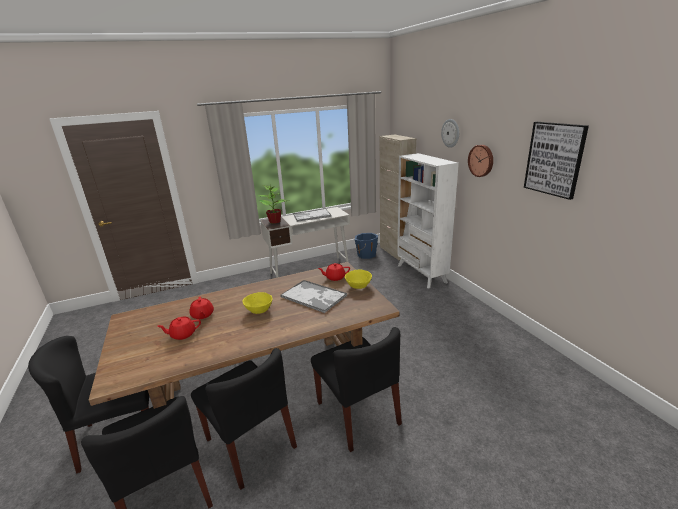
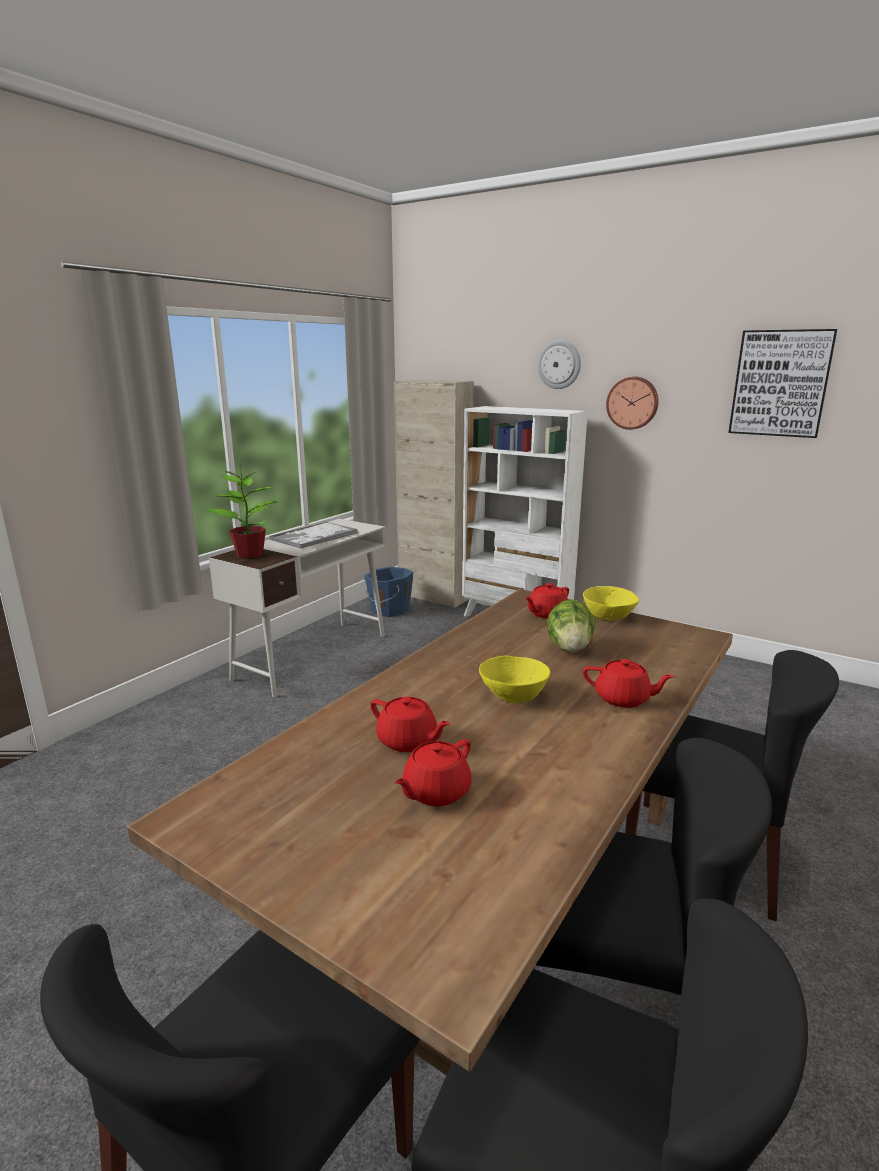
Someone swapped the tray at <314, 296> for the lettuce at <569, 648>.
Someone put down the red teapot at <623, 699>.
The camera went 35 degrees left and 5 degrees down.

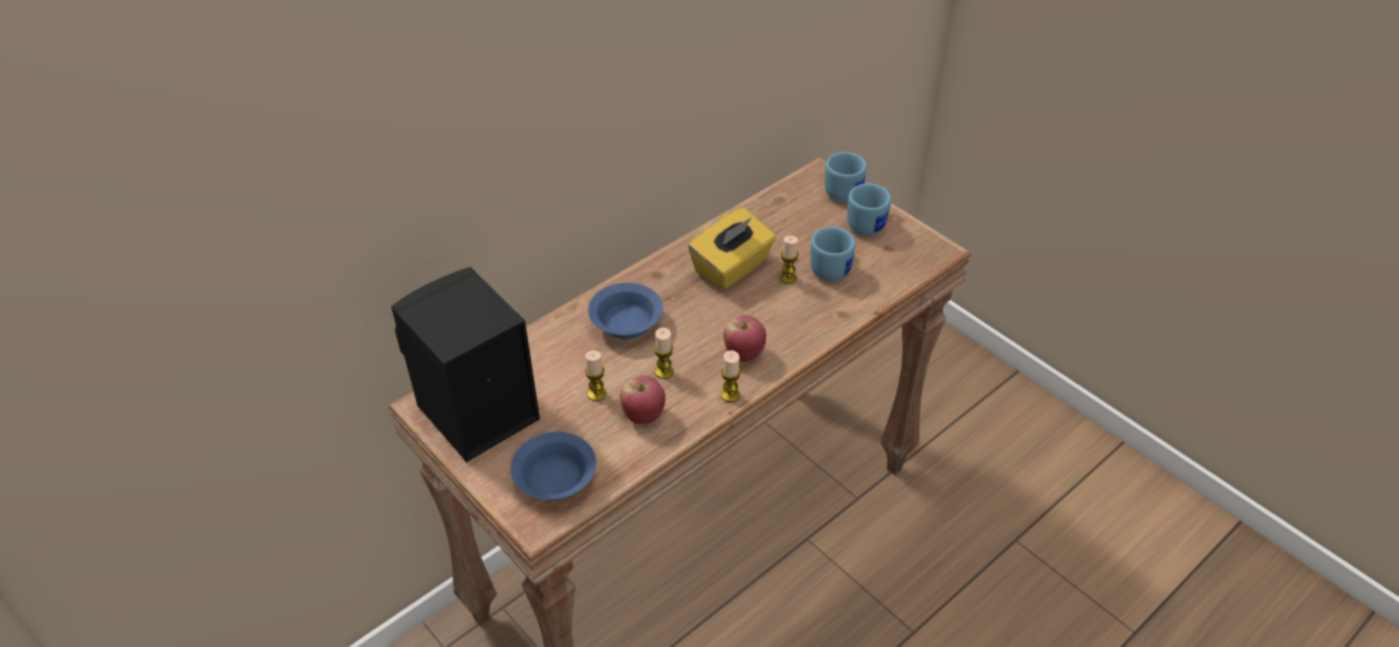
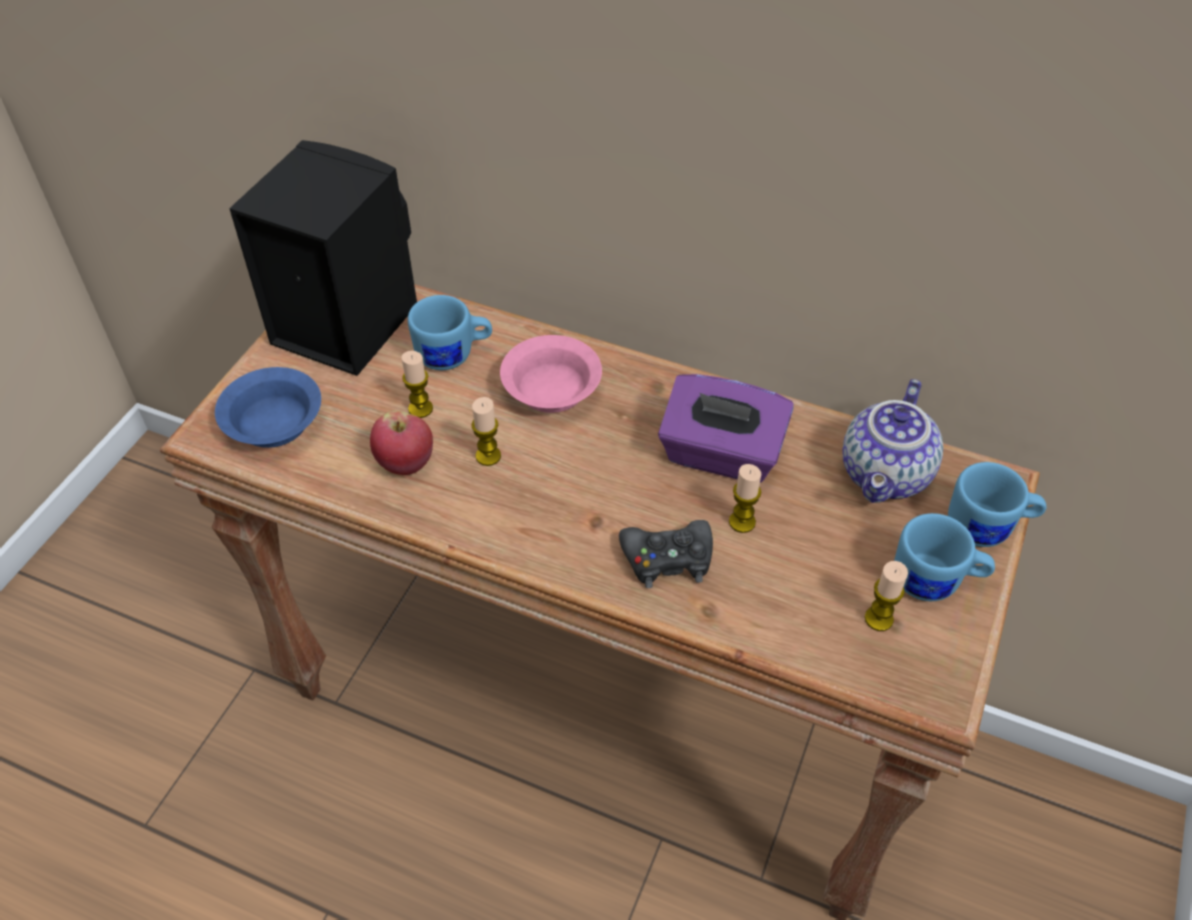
Someone repainted the blue bowl at <625, 323>, which became the pink bowl at <552, 389>.
Someone repainted the yellow tissue box at <732, 267>, which became the purple tissue box at <720, 455>.
Someone carried the candle from <730, 395> to <878, 619>.
Someone took away the apple at <744, 354>.
Someone carried the blue mug from <832, 266> to <454, 355>.
Someone put down the black game controller at <668, 559>.
Someone put down the teapot at <887, 476>.
The camera went 65 degrees right and 5 degrees up.

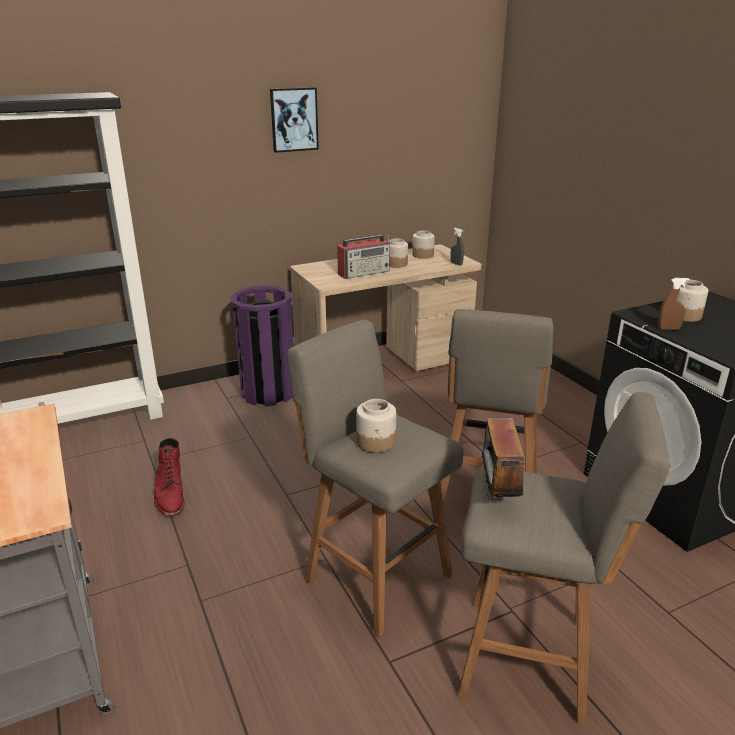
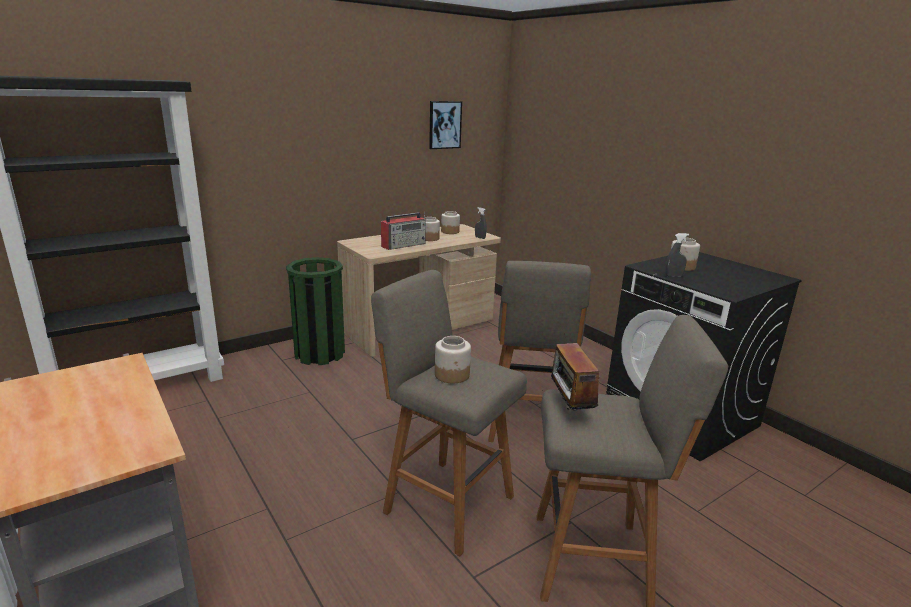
Someone took away the red boot at <170, 495>.
Someone repainted the purple trash can at <268, 392>, which became the green trash can at <319, 354>.
Someone carried the picture from <294, 119> to <444, 125>.
Someone repainted the brown spray bottle at <668, 329>, which became the grey spray bottle at <673, 276>.
The camera went 10 degrees left and 5 degrees down.

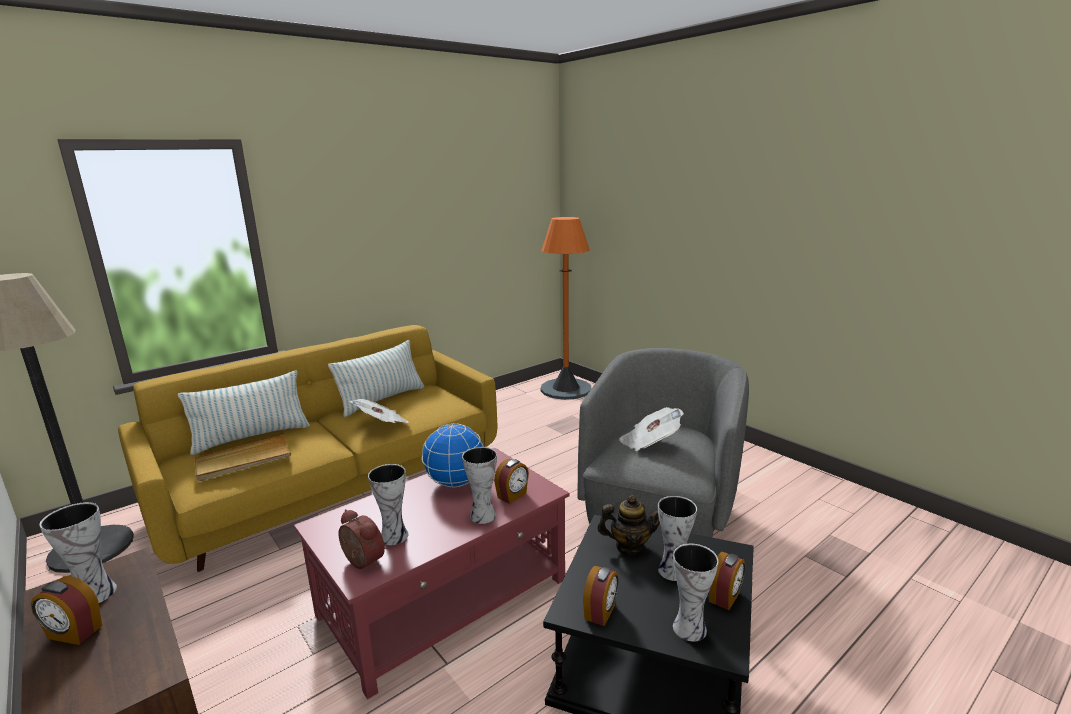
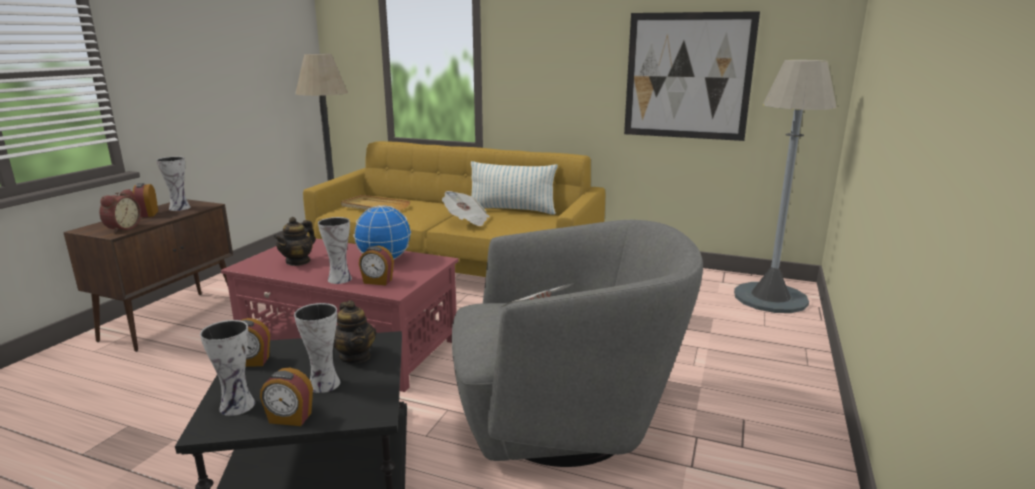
Someone took away the pillow at <252, 437>.
Someone carried the alarm clock from <361, 562> to <122, 228>.
Someone swapped the vase at <394, 535> for the teapot at <298, 261>.
Someone repainted the orange floor lamp at <565, 389>, which became the grey floor lamp at <770, 298>.
Someone put up the picture at <687, 76>.
The camera went 60 degrees right and 0 degrees up.

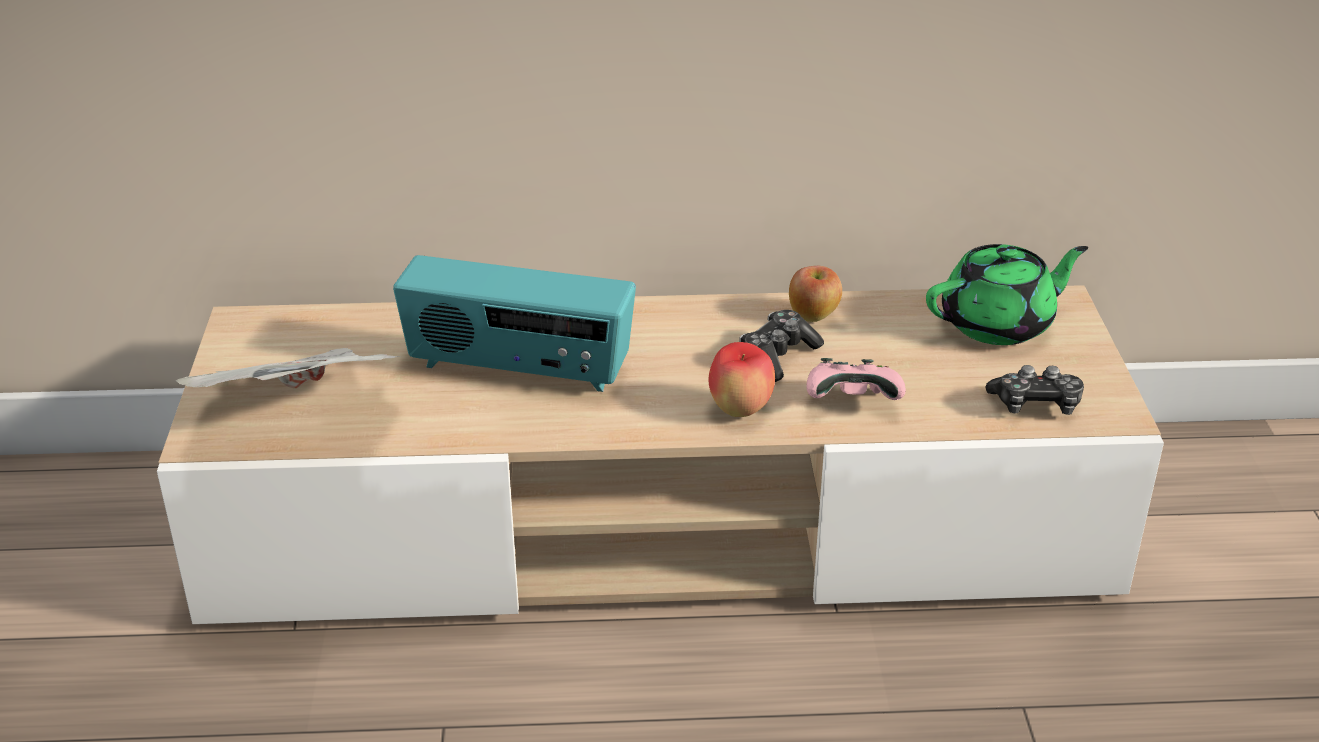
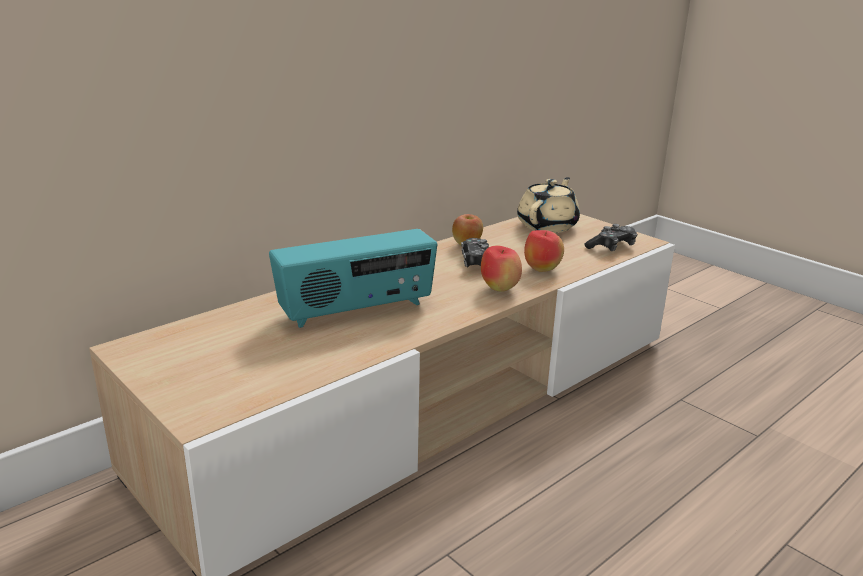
Someone took away the newspaper at <303, 414>.
Someone swapped the pink game controller at <852, 402> for the apple at <541, 269>.
Someone repainted the green teapot at <999, 324>, which became the beige teapot at <548, 226>.
The camera went 40 degrees left and 10 degrees down.

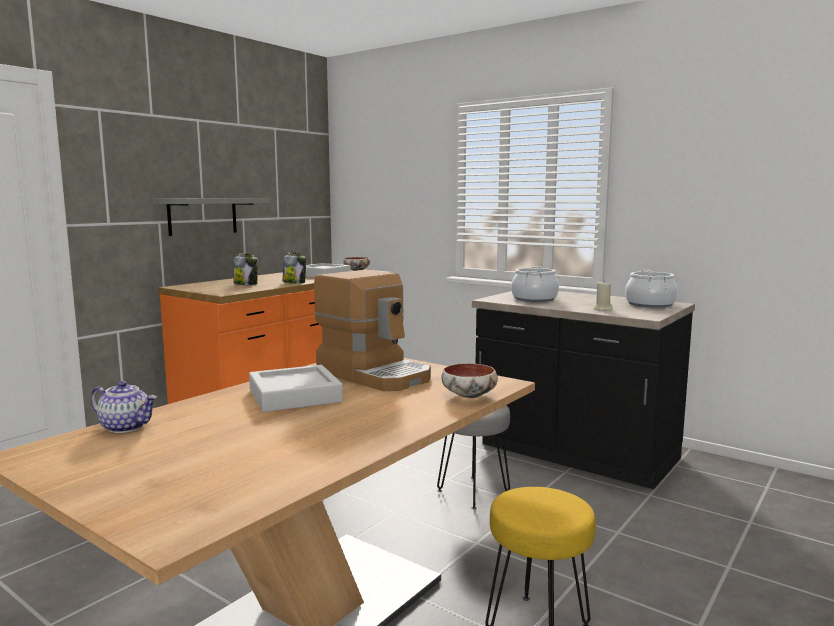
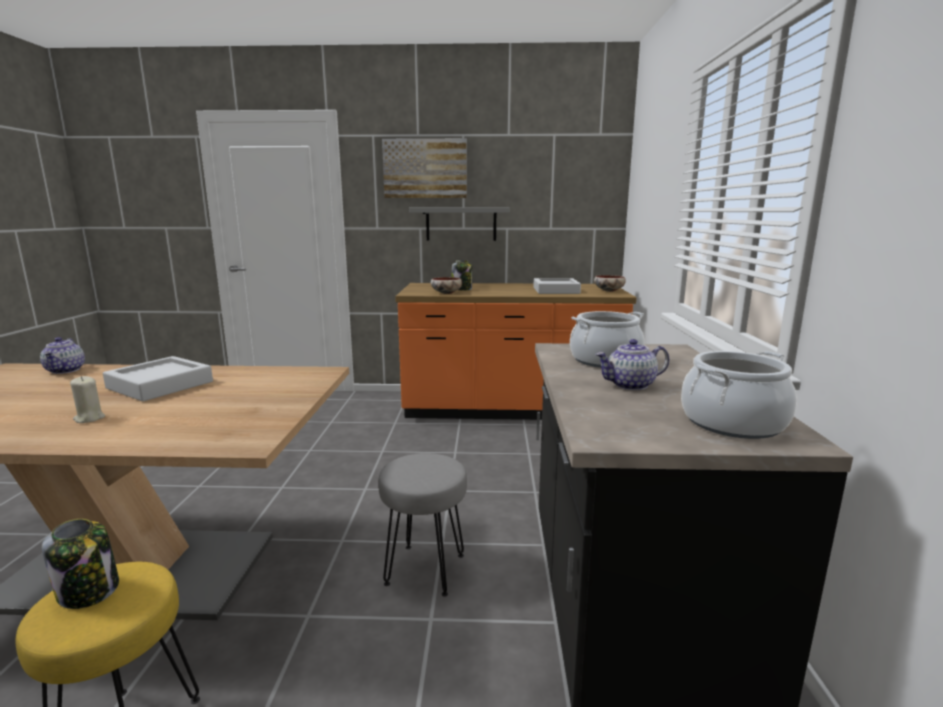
Someone carried the jar from <294, 282> to <89, 591>.
Someone took away the coffee machine at <375, 374>.
Someone carried the bowl from <469, 396> to <446, 293>.
Someone carried the beige candle from <602, 309> to <89, 418>.
Someone put up the picture at <425, 169>.
Someone put down the teapot at <630, 385>.
The camera went 55 degrees right and 5 degrees up.

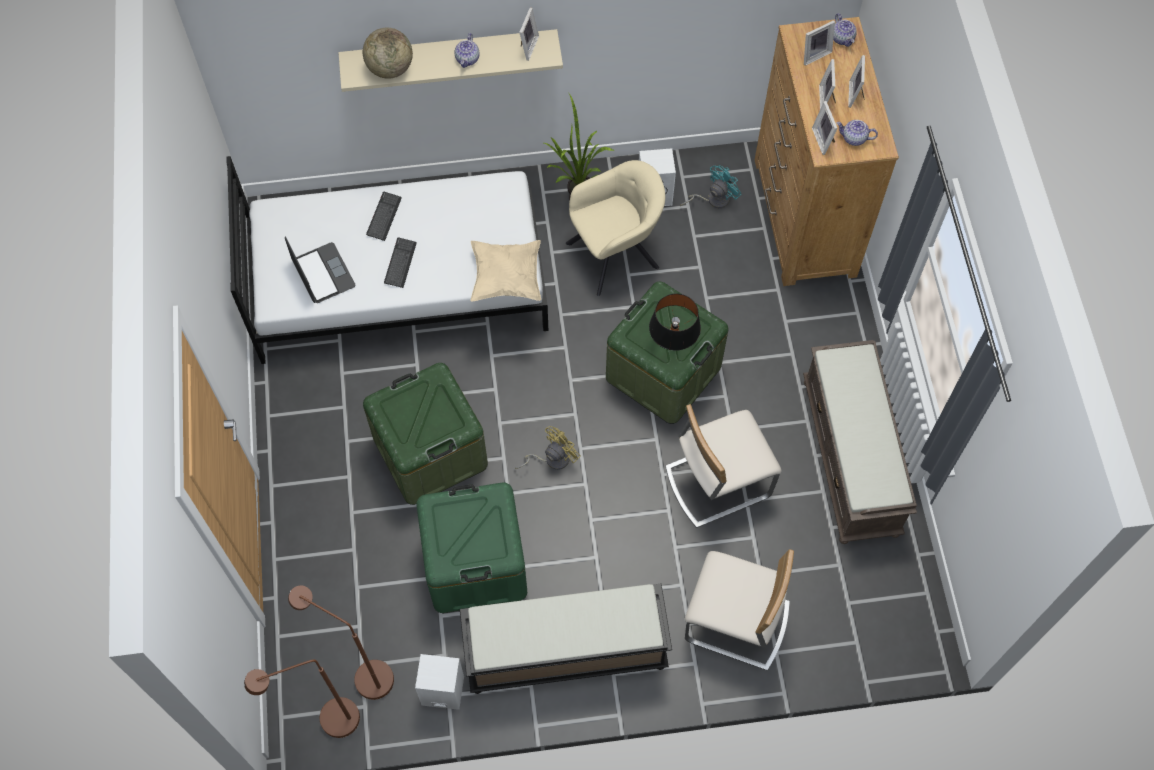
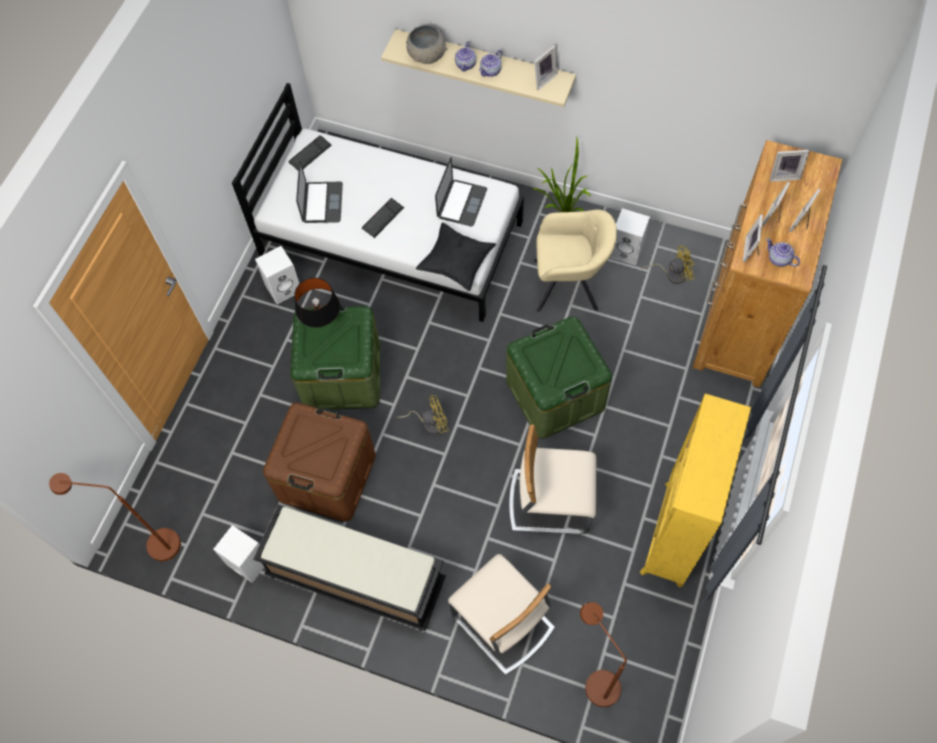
Someone carried the brown floor lamp from <364, 676> to <595, 680>.
Someone swapped the globe at <390, 68> for the grey bowl at <426, 56>.
Someone carried the keyboard from <384, 217> to <310, 154>.
Someone repainted the green storage box at <475, 563>, which became the brown storage box at <327, 476>.
Someone repainted the beige pillow at <506, 278>, which became the black pillow at <456, 264>.
Someone carried the black table lamp from <672, 343> to <321, 322>.
Someone repainted the turquoise fan at <713, 199>, which became the yellow fan at <672, 274>.
Someone swapped the brown bench at <851, 458> for the yellow bookcase at <673, 534>.
Someone carried the teapot from <842, 38> to <466, 64>.
Someone put down the white speaker at <284, 287>.
Someone put down the laptop at <461, 203>.
The camera went 30 degrees right and 0 degrees up.

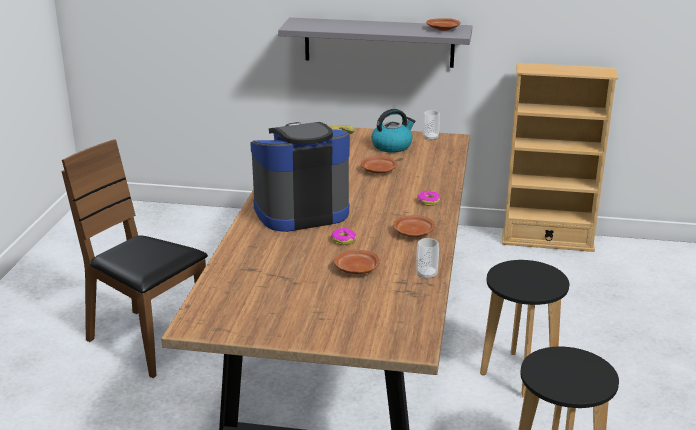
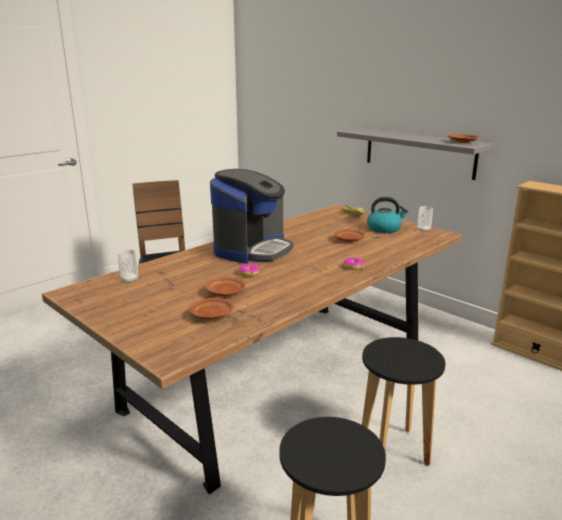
Someone rotated the coffee machine at <301, 211> by 105 degrees clockwise.
Someone carried the brown plate from <413, 232> to <212, 315>.
Someone carried the cup from <426, 275> to <129, 280>.
The camera went 35 degrees right and 5 degrees down.

